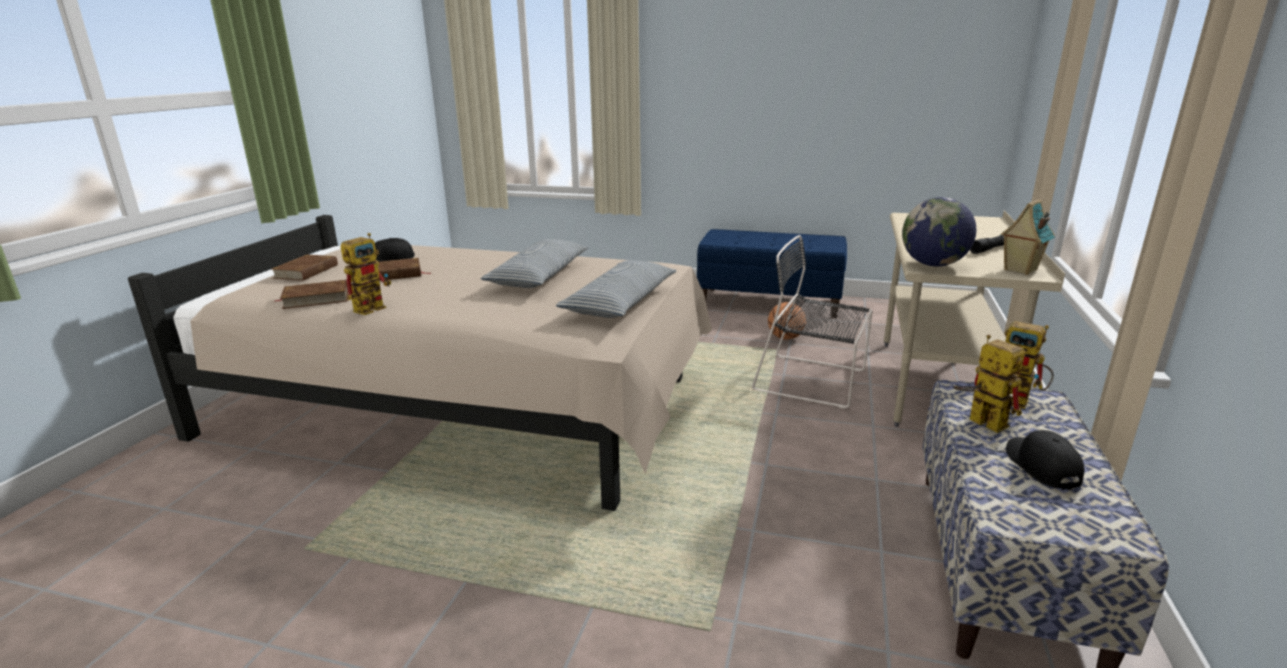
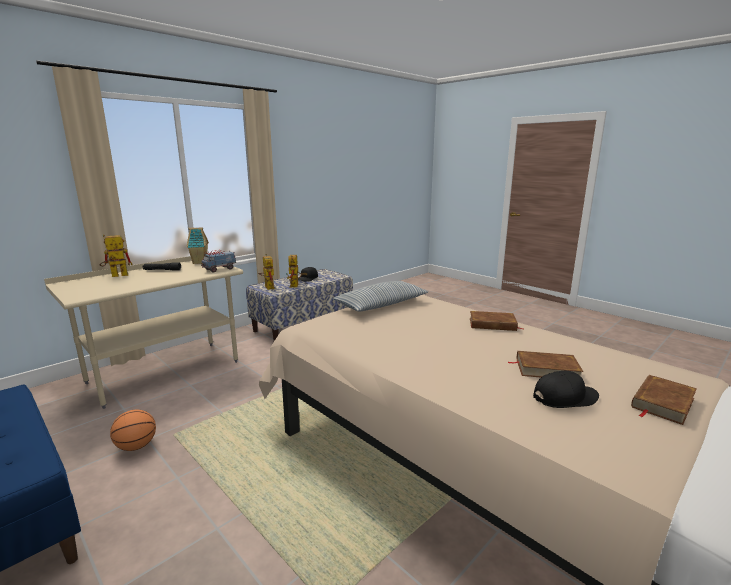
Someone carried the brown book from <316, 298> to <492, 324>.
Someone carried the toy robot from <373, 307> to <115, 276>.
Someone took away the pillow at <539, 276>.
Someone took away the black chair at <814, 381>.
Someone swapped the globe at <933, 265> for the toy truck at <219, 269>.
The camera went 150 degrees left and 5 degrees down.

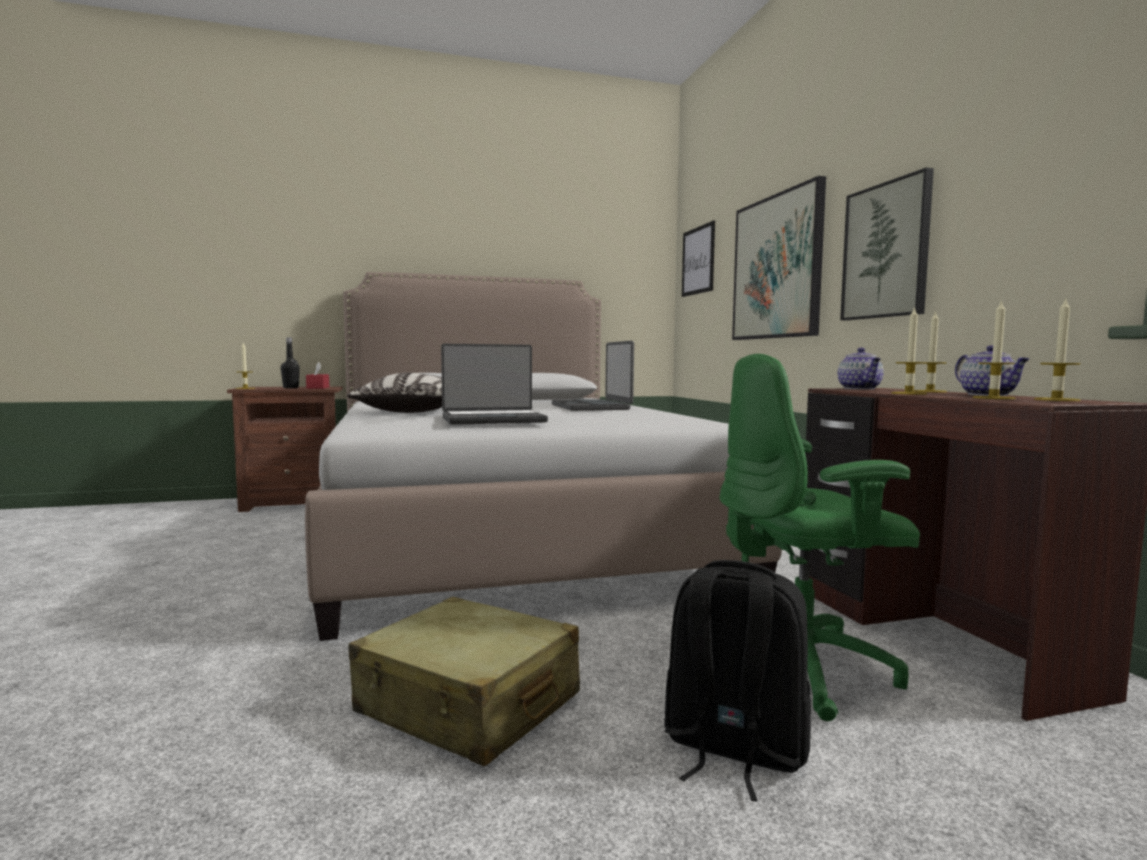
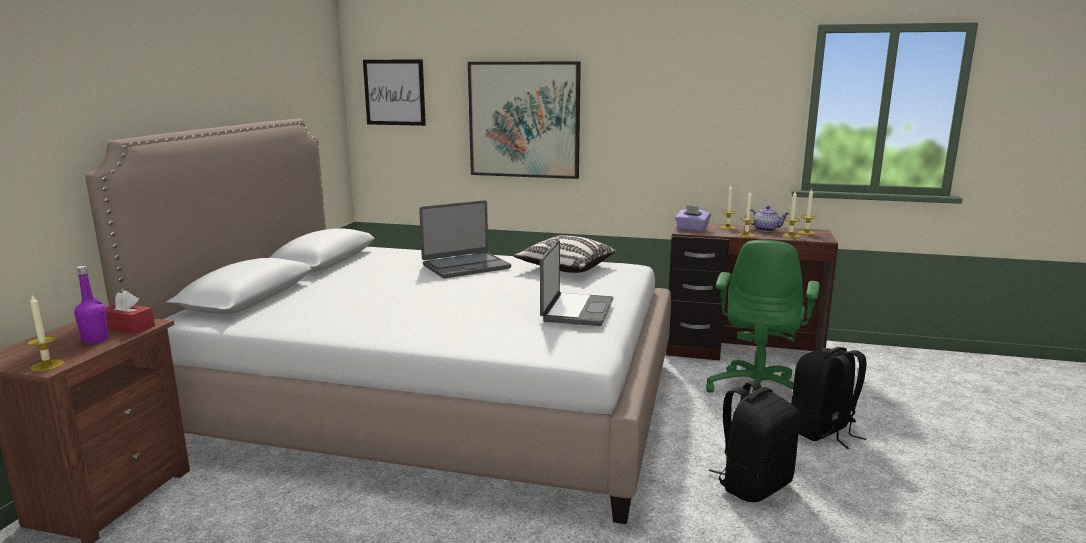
Someone repainted the black bottle at <291, 388>, which became the purple bottle at <95, 340>.
Someone carried the pillow from <411, 411> to <565, 268>.
Someone swapped the beige suitcase at <468, 704> for the black backpack at <753, 485>.
Someone rotated the laptop at <591, 407> by 45 degrees counterclockwise.
Someone swapped the teapot at <860, 389> for the purple tissue box at <692, 229>.
Someone took away the picture at <886, 251>.
The camera went 60 degrees left and 10 degrees up.

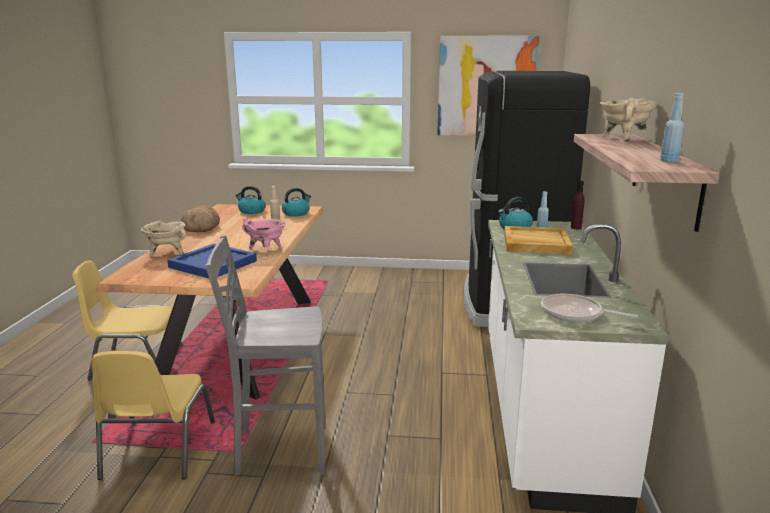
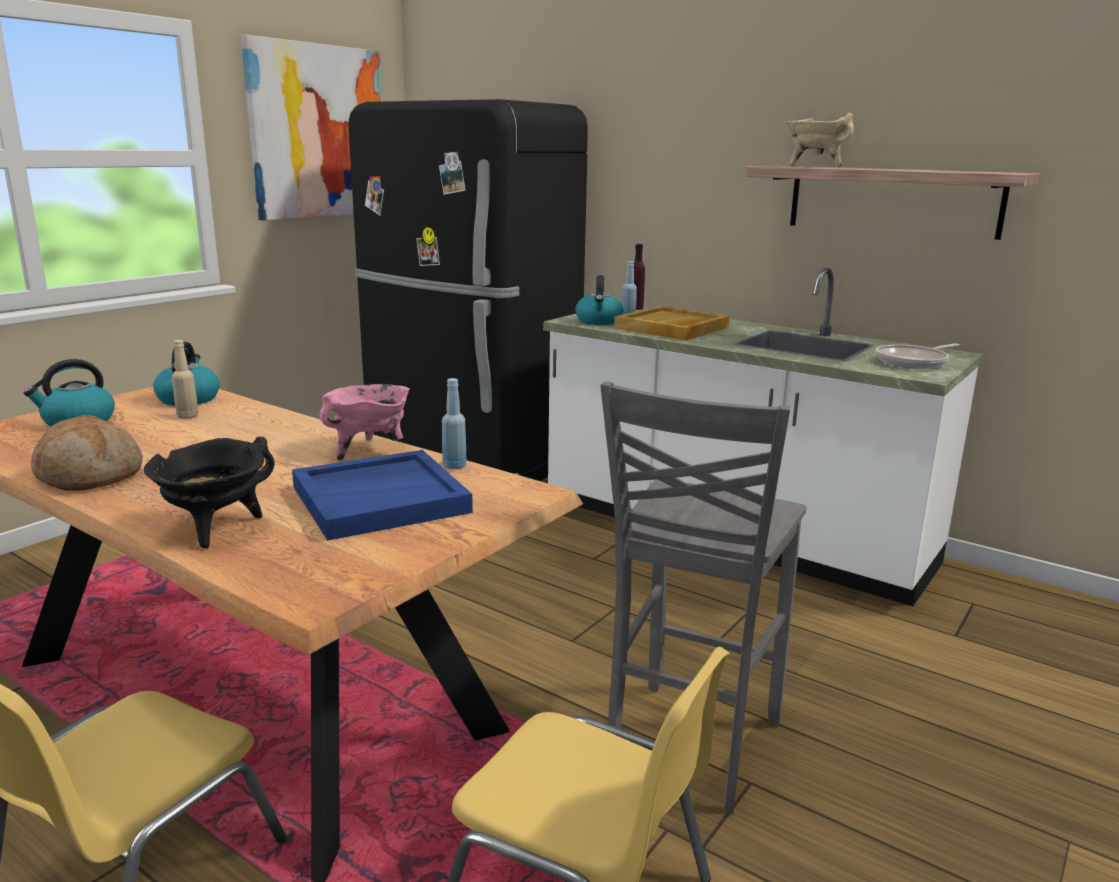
Someone repainted the beige cooking pot at <167, 253>, which became the black cooking pot at <215, 529>.
Someone carried the blue bottle from <669, 161> to <454, 466>.
The camera went 60 degrees left and 0 degrees up.

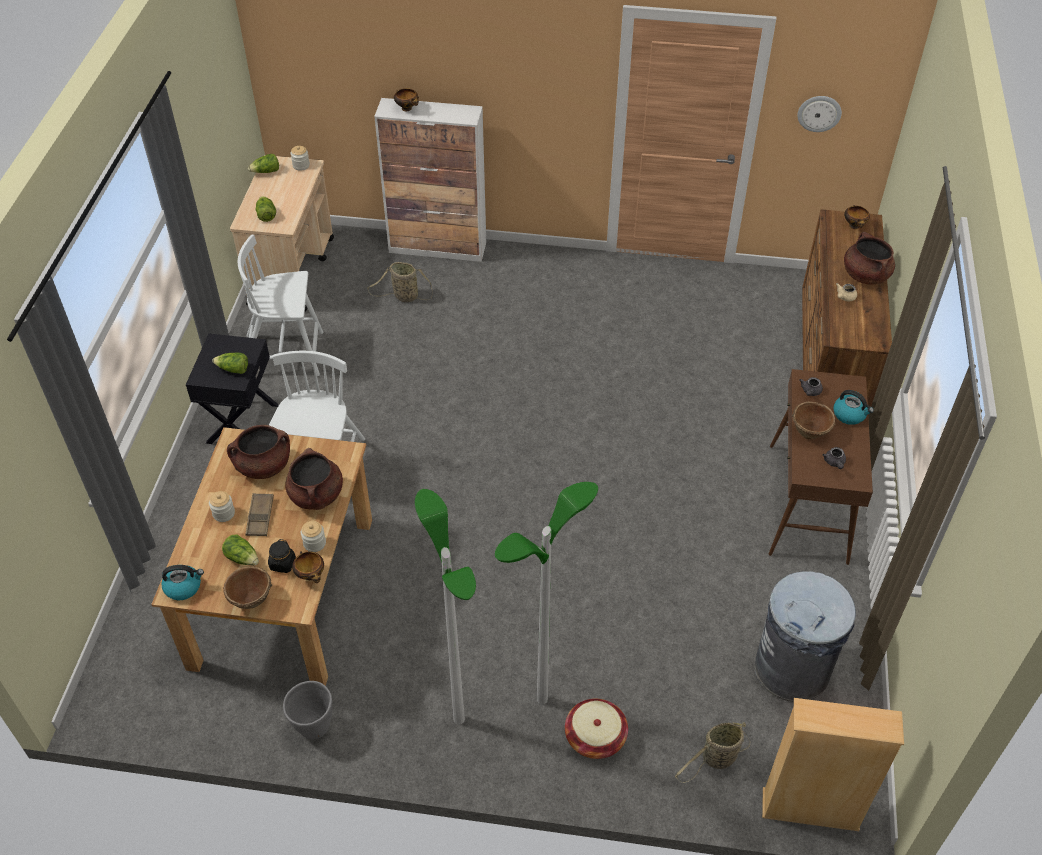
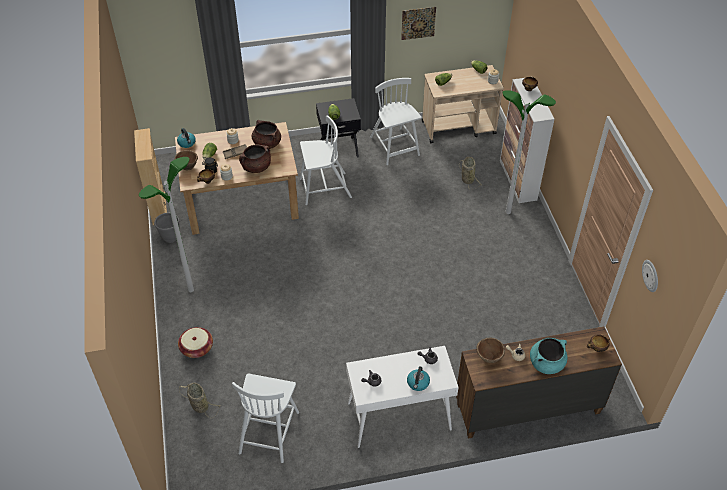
Someone carried the floor lamp from <542, 699> to <508, 212>.
Someone swapped the grey trash can at <792, 669> for the white chair at <269, 431>.
Someone carried the beige bookcase from <810, 810> to <158, 208>.
Someone repainted the brown console table at <808, 504>, which became the white console table at <398, 417>.
Someone carried the brown bowl from <810, 432> to <489, 357>.
Someone repainted the brown cooking pot at <865, 275>, which became the turquoise cooking pot at <546, 363>.
Someone put up the picture at <418, 23>.
The camera went 70 degrees right and 0 degrees up.

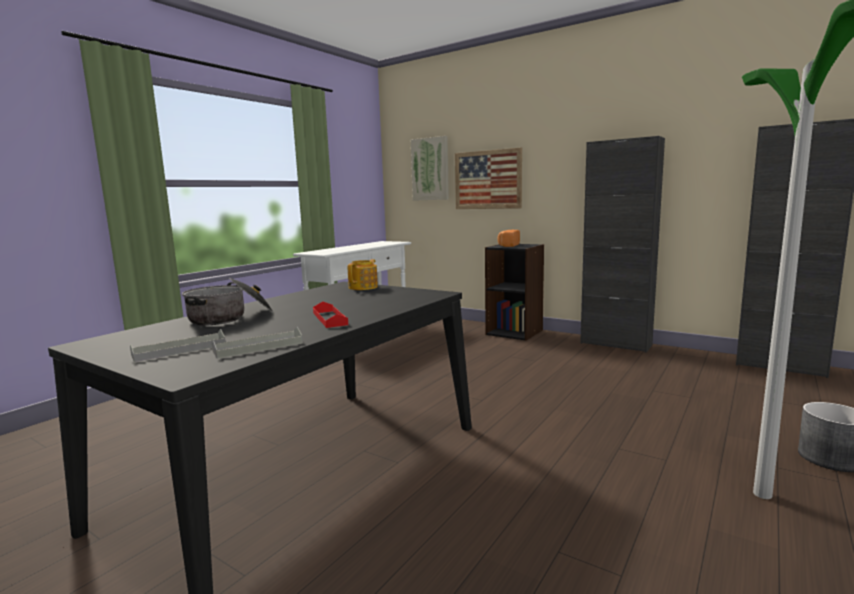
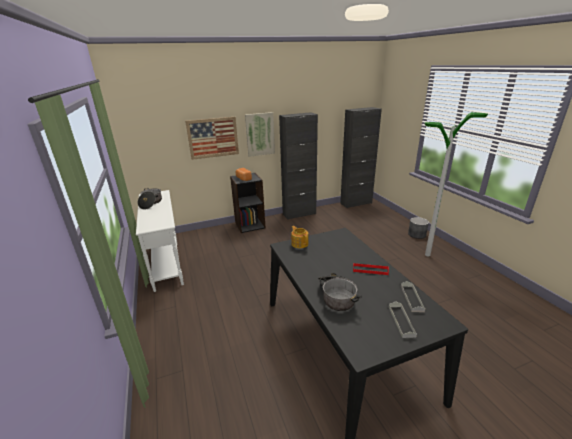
Someone carried the picture from <430, 169> to <260, 134>.
Someone put down the cooking pot at <151, 203>.
The camera went 55 degrees left and 15 degrees up.

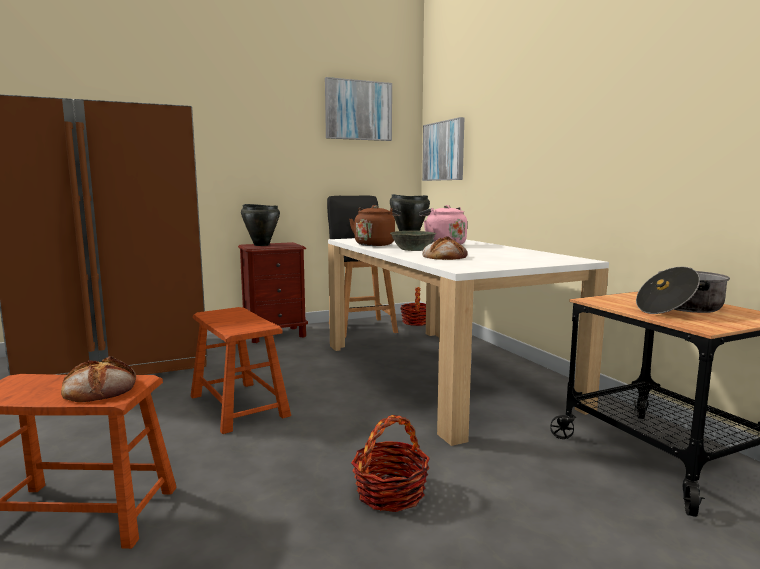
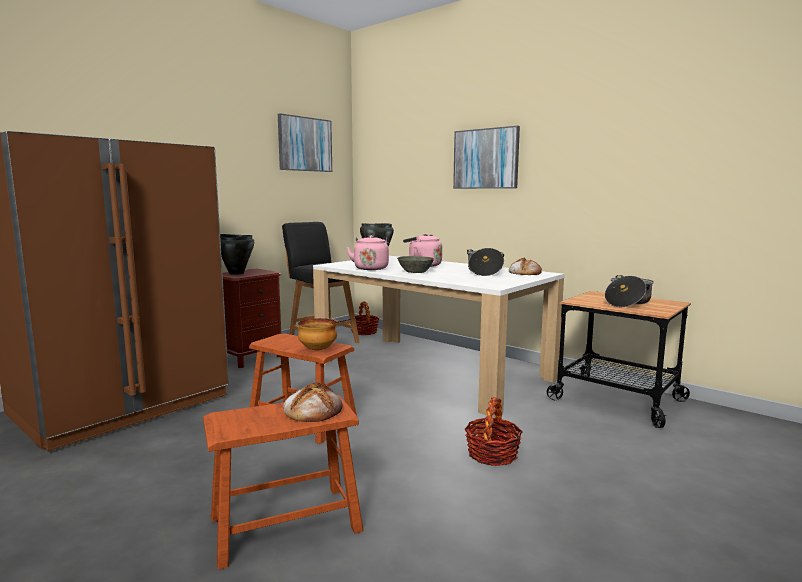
Someone repainted the brown kettle at <375, 244>, which became the pink kettle at <371, 268>.
Someone carried the picture from <443, 151> to <486, 159>.
Someone carried the bread from <444, 256> to <524, 272>.
Someone put down the bowl at <317, 350>.
Someone put down the cooking pot at <484, 272>.
The camera went 25 degrees left and 0 degrees up.

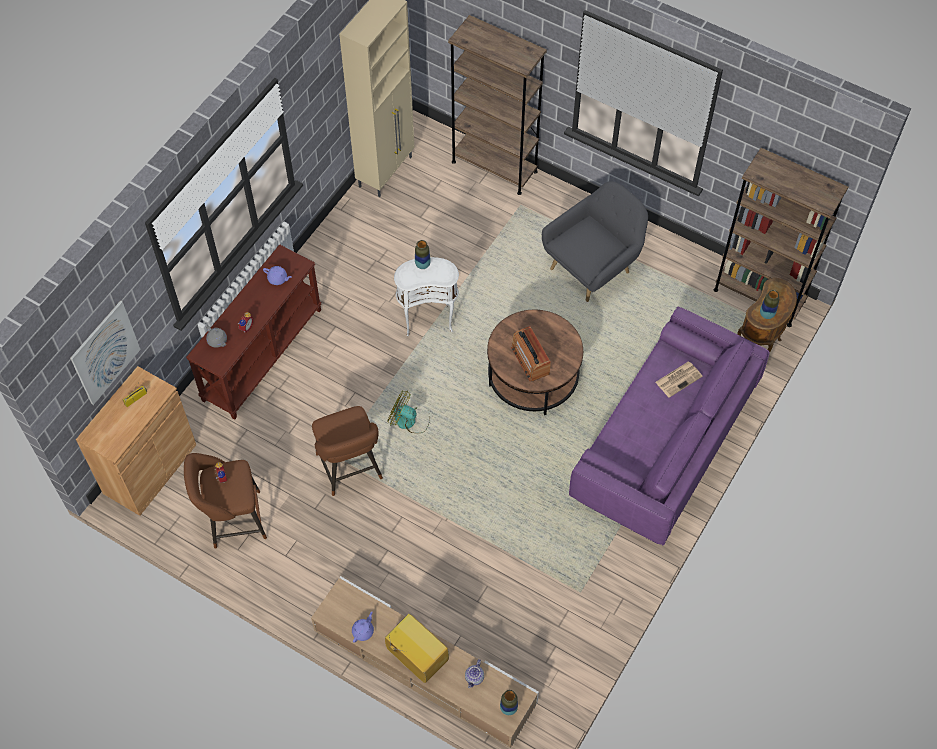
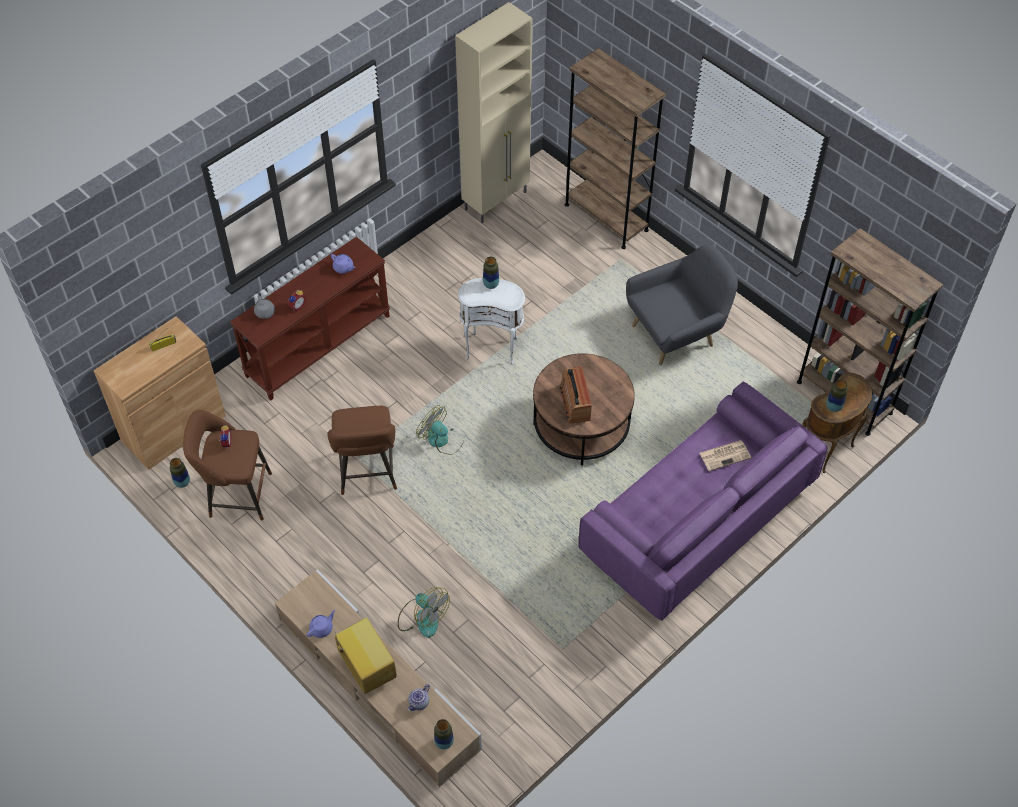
Someone took away the picture at <105, 353>.
Someone put down the vase at <182, 483>.
Someone put down the fan at <422, 617>.
The camera went 15 degrees right and 5 degrees down.

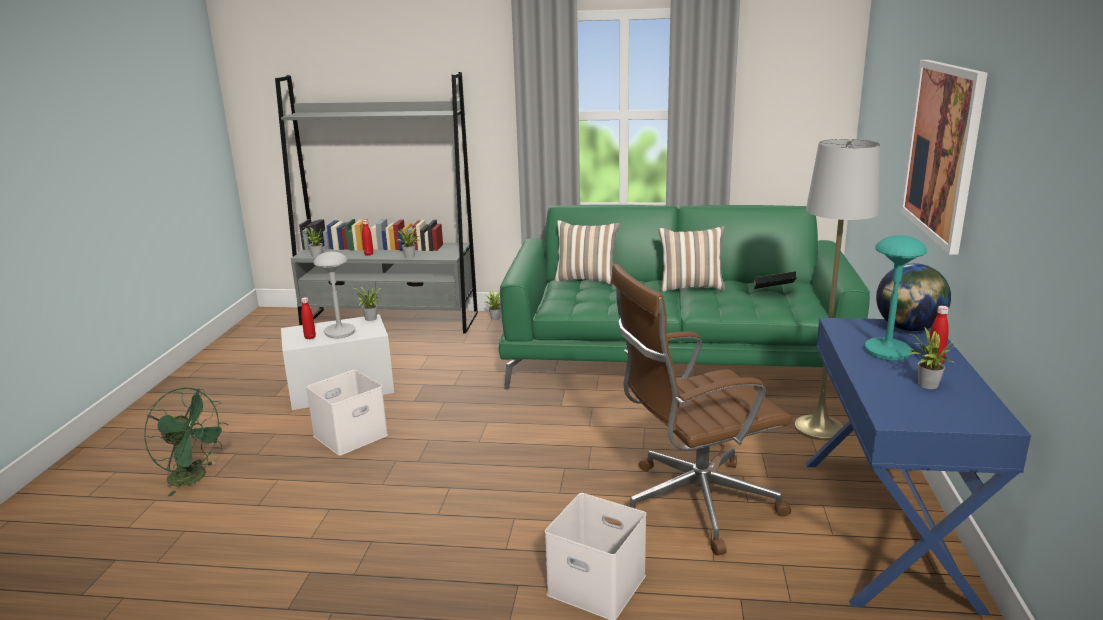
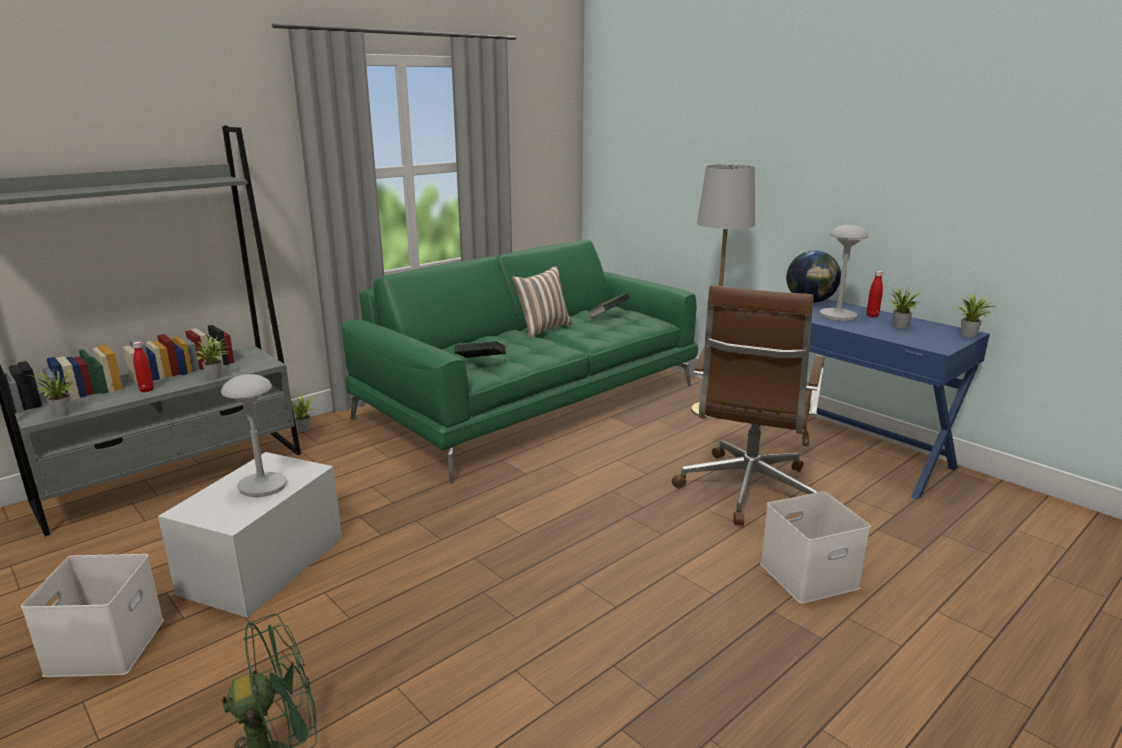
Someone took away the red bottle at <310, 337>.
Someone carried the white storage box from <351, 434> to <105, 645>.
Someone carried the potted plant from <370, 319> to <970, 335>.
Someone took away the pillow at <586, 279>.
Someone repainted the turquoise table lamp at <887, 351>, which became the grey table lamp at <838, 316>.
Someone took away the picture at <942, 151>.
Someone put down the book at <481, 363>.
The camera went 50 degrees left and 0 degrees up.

